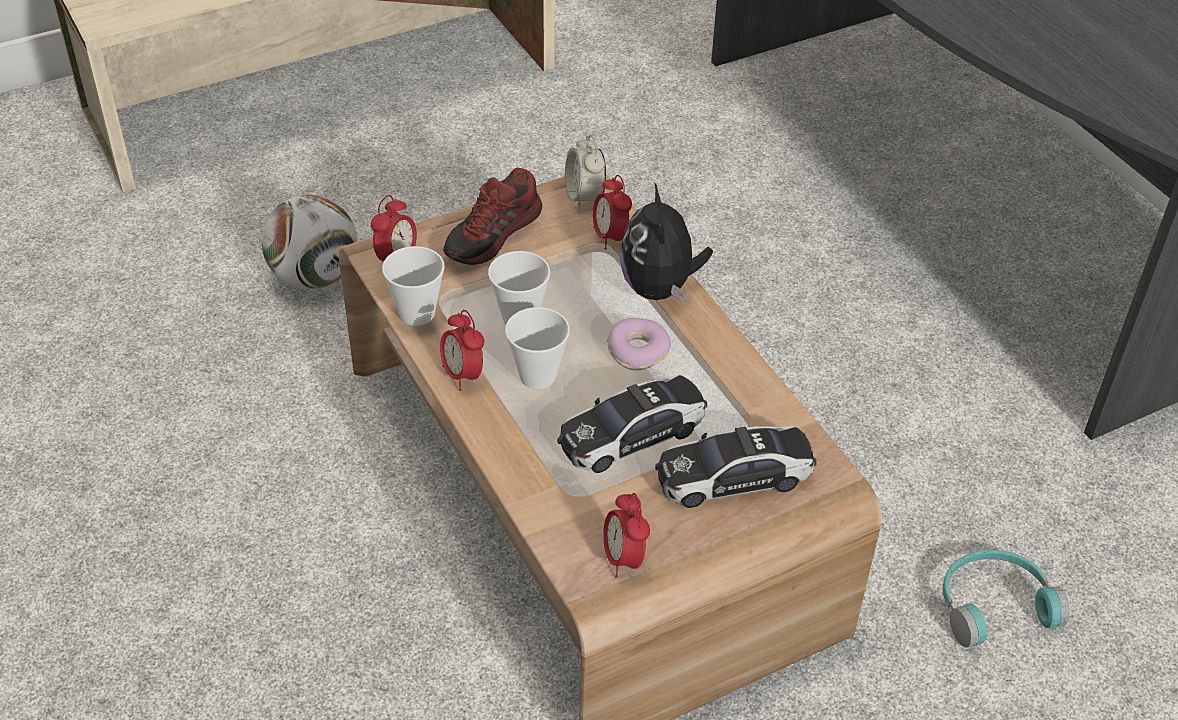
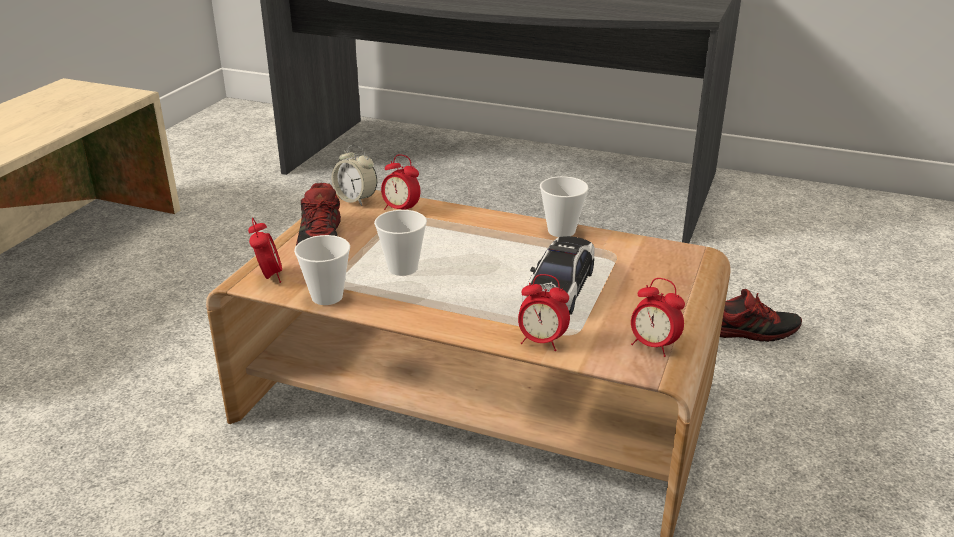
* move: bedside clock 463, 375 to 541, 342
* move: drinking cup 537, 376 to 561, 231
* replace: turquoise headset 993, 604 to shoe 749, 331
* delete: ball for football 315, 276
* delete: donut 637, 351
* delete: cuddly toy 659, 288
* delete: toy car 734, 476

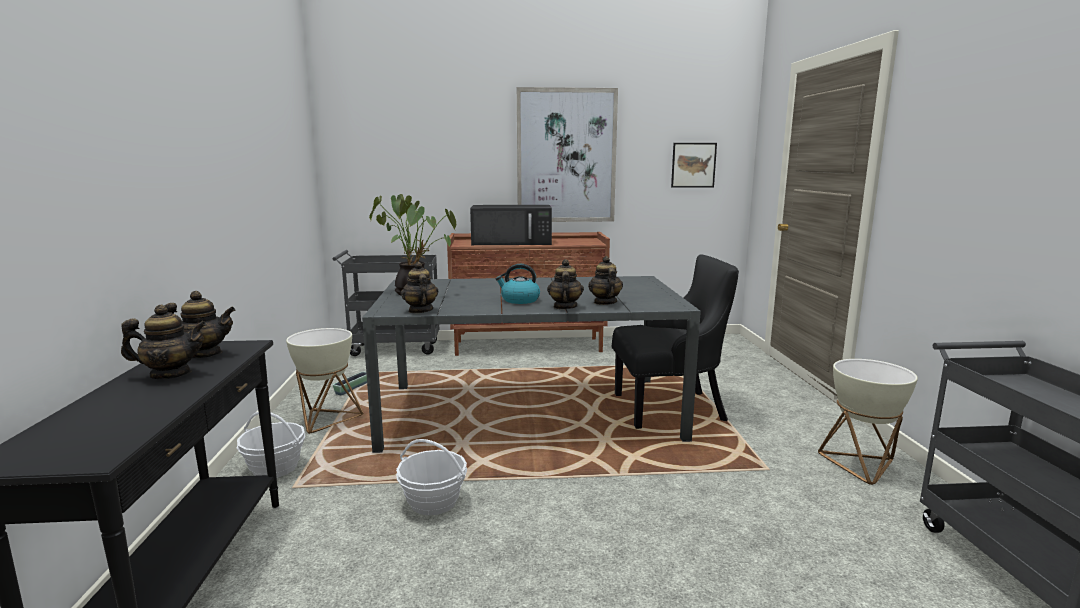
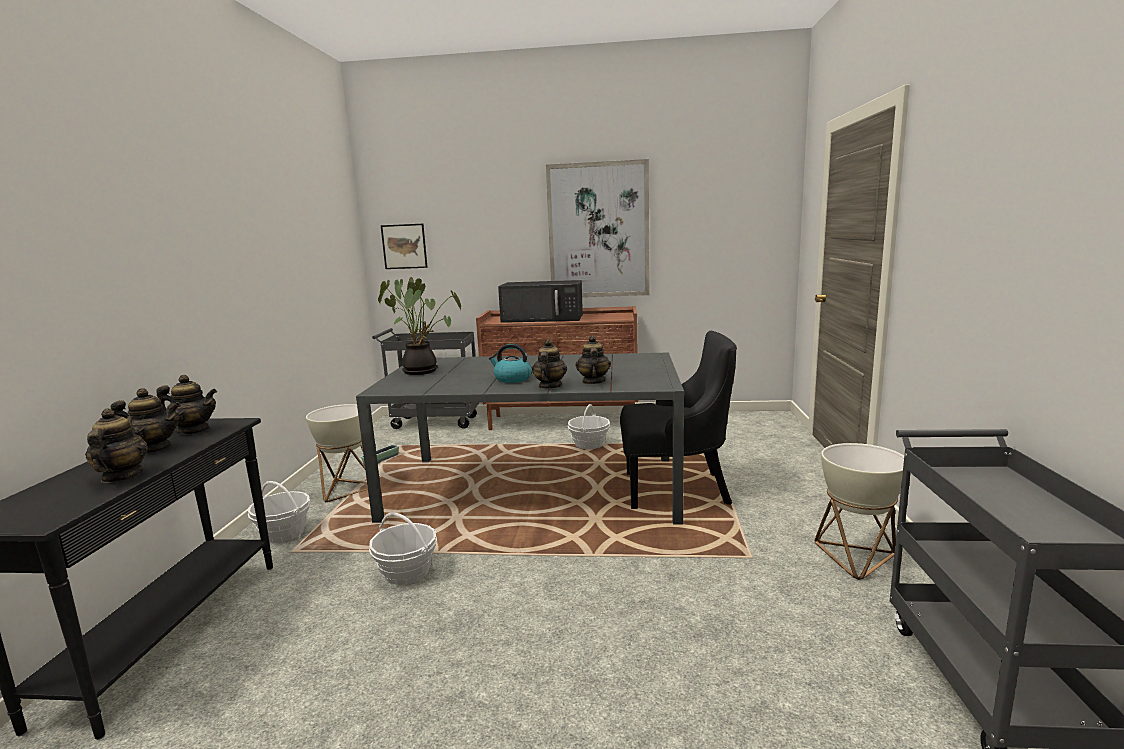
* move: tea pot 420, 310 to 121, 476
* move: wall picture 693, 165 to 404, 246
* insert: storage basket 589, 445

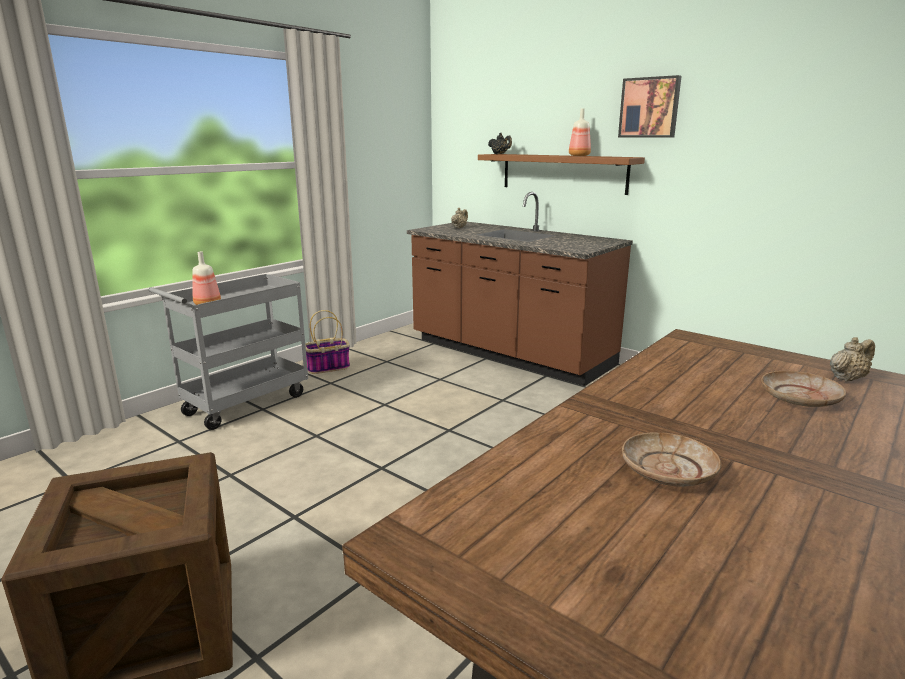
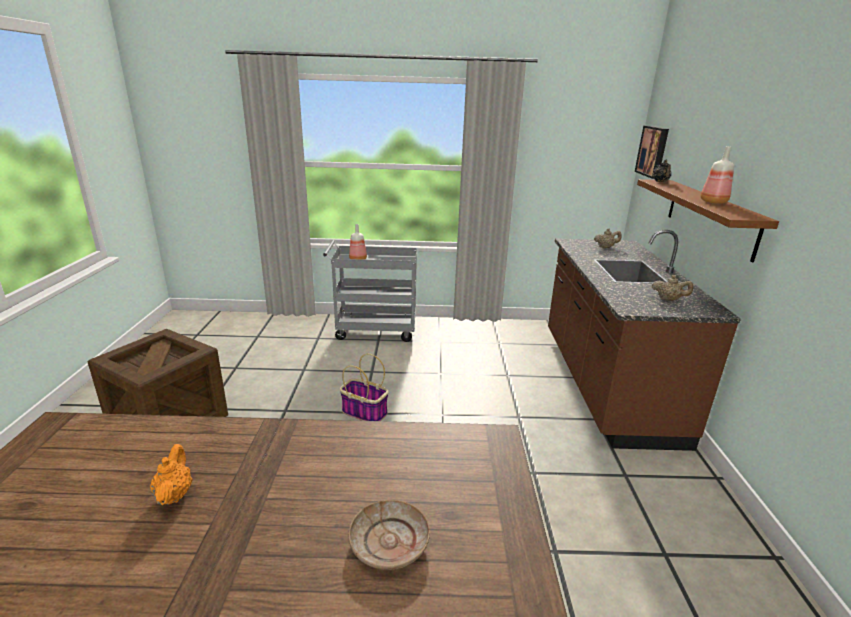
* replace: beige plate 667, 470 to orange tea pot 174, 494
* move: storage basket 327, 368 to 363, 412
* move: wall picture 649, 107 to 653, 151
* move: beige tea pot 847, 378 to 668, 300

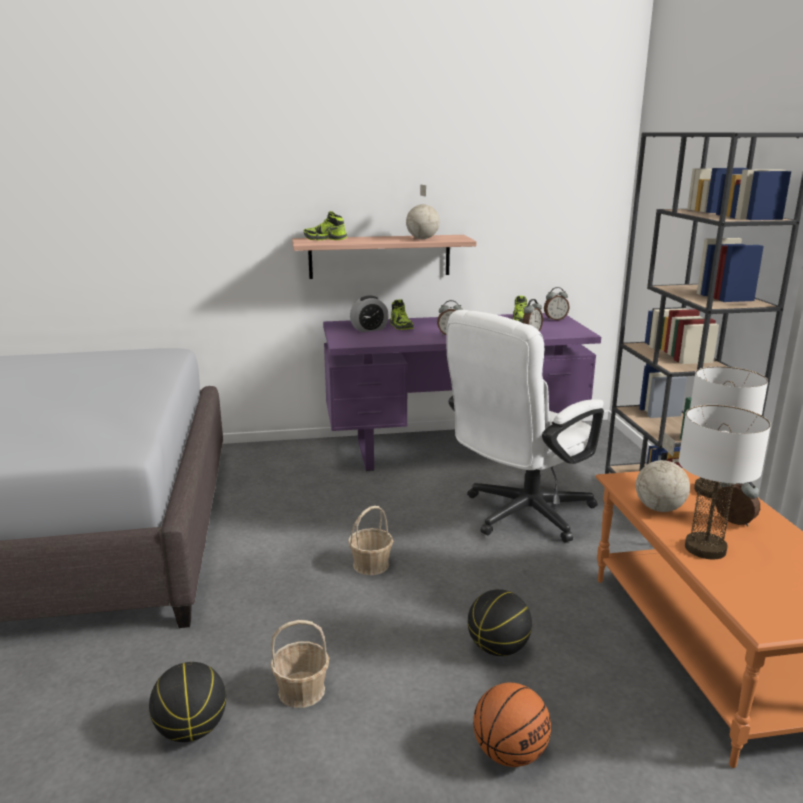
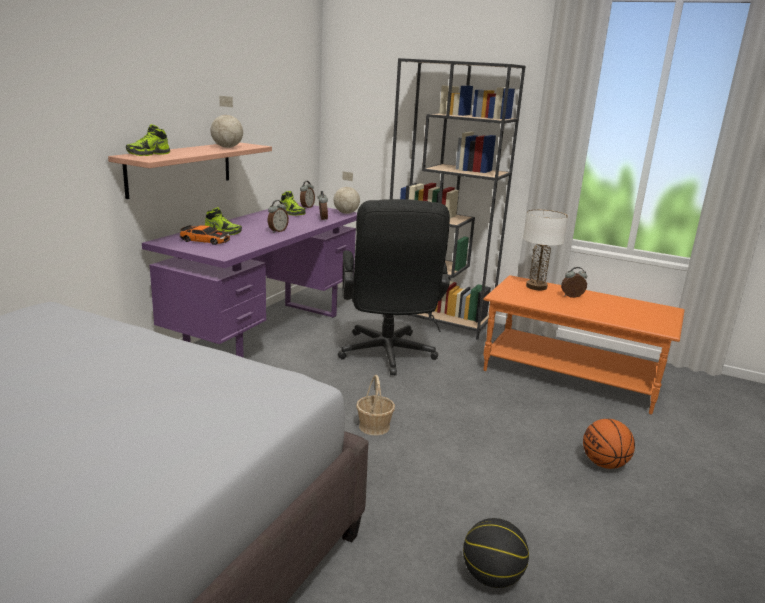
* replace: bedside clock 369, 329 to toy car 205, 240
* move: globe 659, 508 to 346, 213
* recolor: whitish desk chair 519, 515 to blackish desk chair 387, 356
* delete: storage basket 302, 691
* delete: basketball 498, 648
* delete: lamp for a table 706, 549

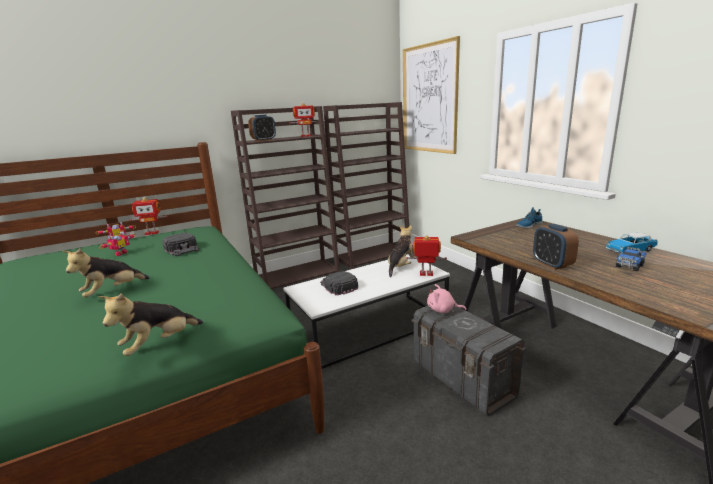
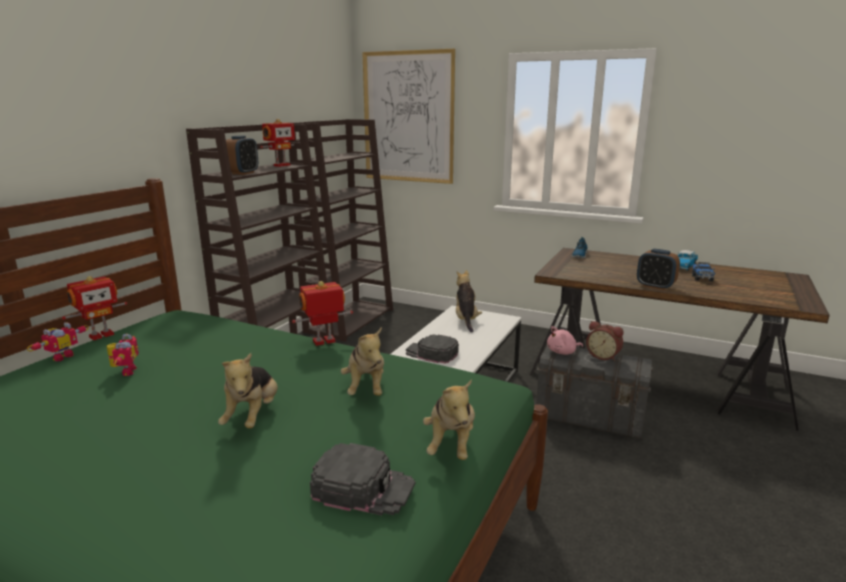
* move: toy robot 426, 274 to 324, 342
* move: blackish cap 182, 249 to 363, 487
* insert: cuddly toy 366, 388
* insert: bedside clock 603, 356

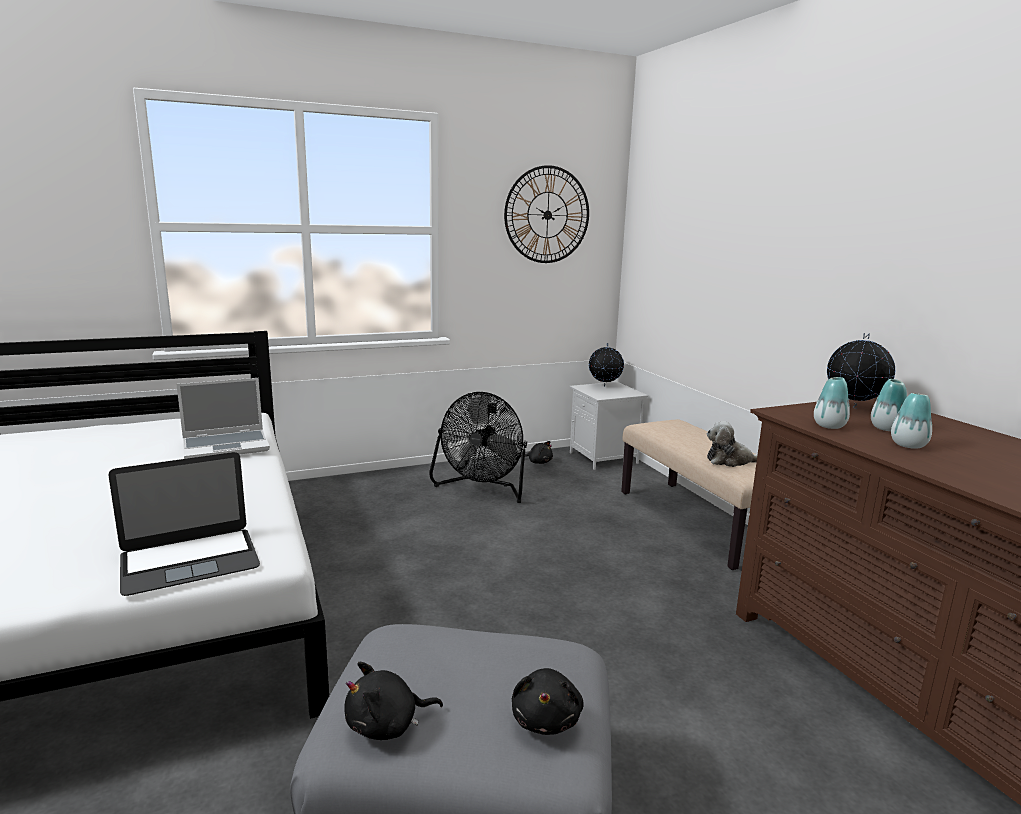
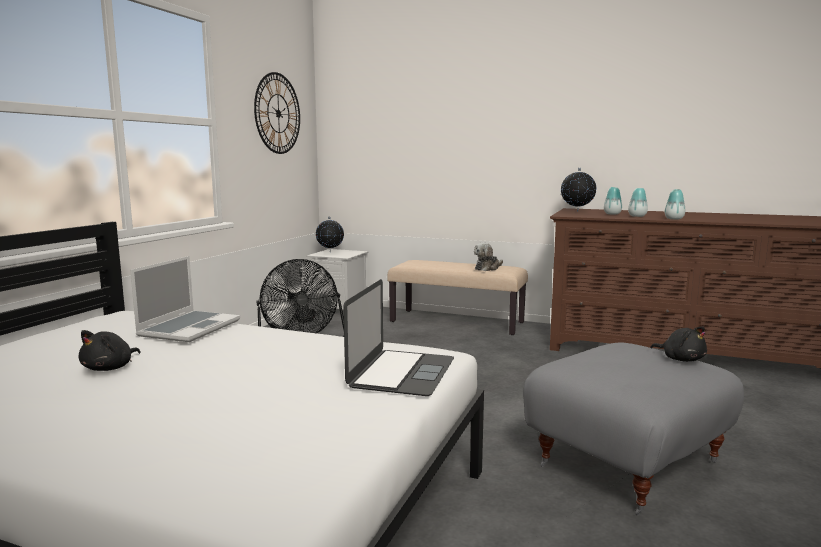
* move: blackish cuddly toy 387, 725 to 110, 368
* move: vase 829, 426 to 674, 219

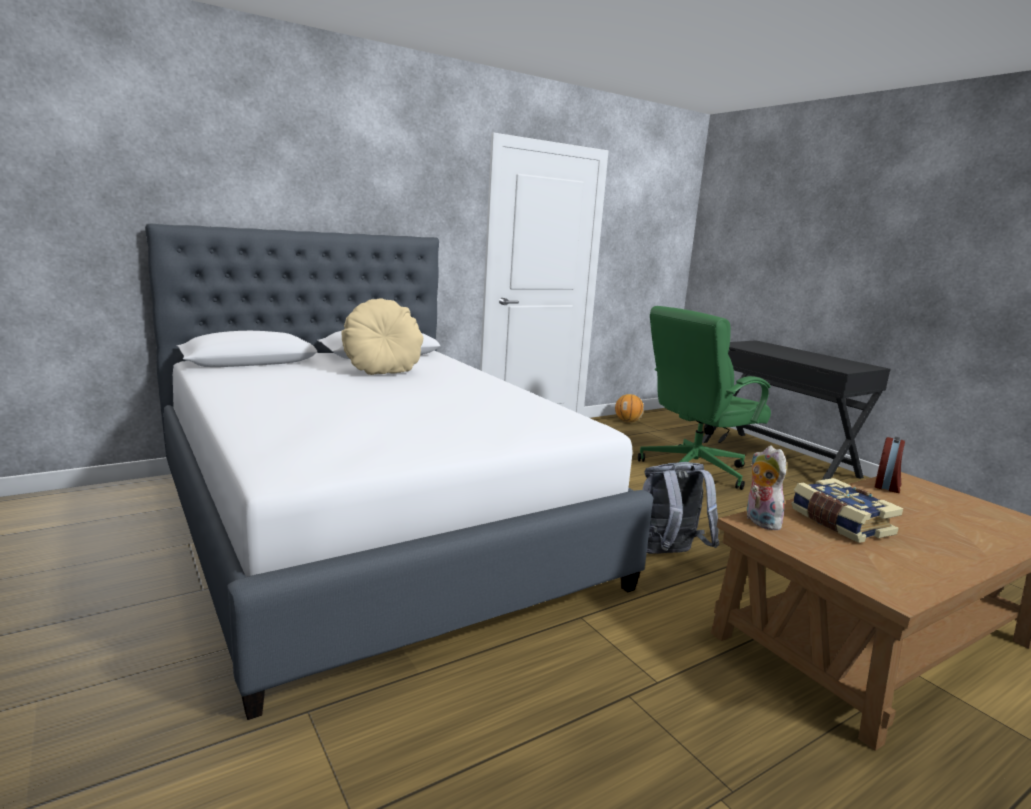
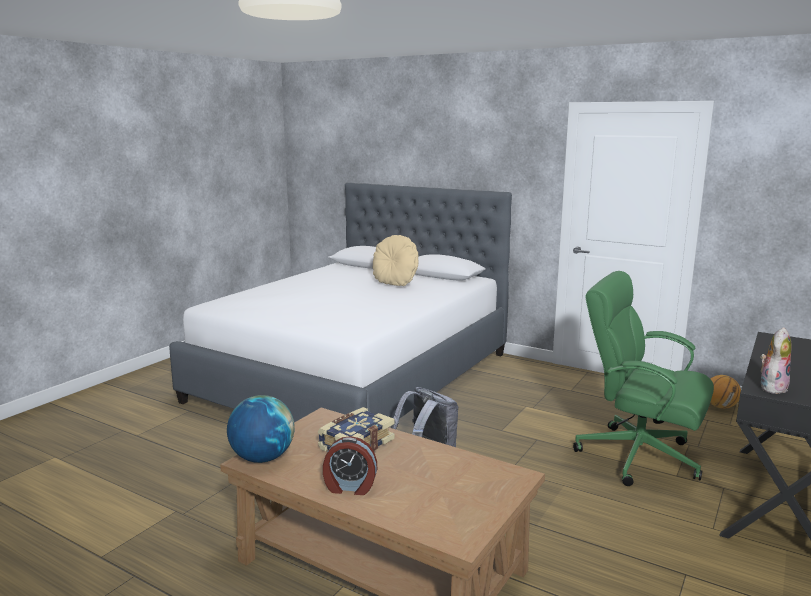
* insert: globe 262, 458
* move: bedside clock 888, 485 to 350, 487
* move: cuddly toy 759, 521 to 772, 387

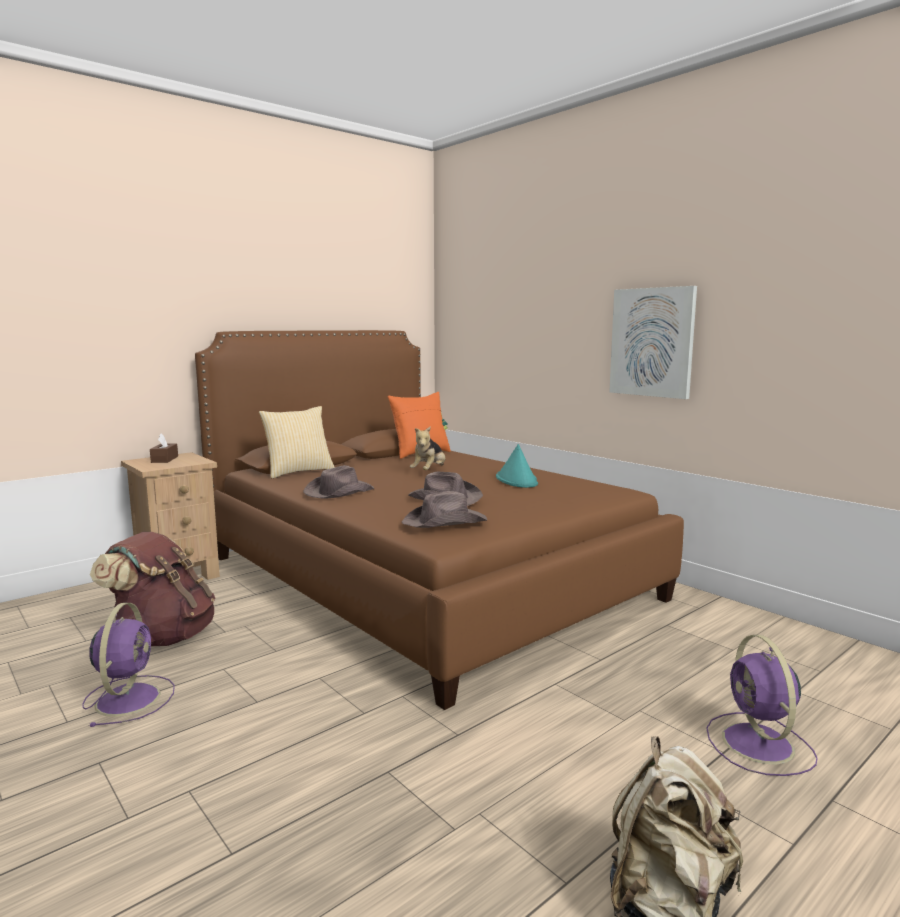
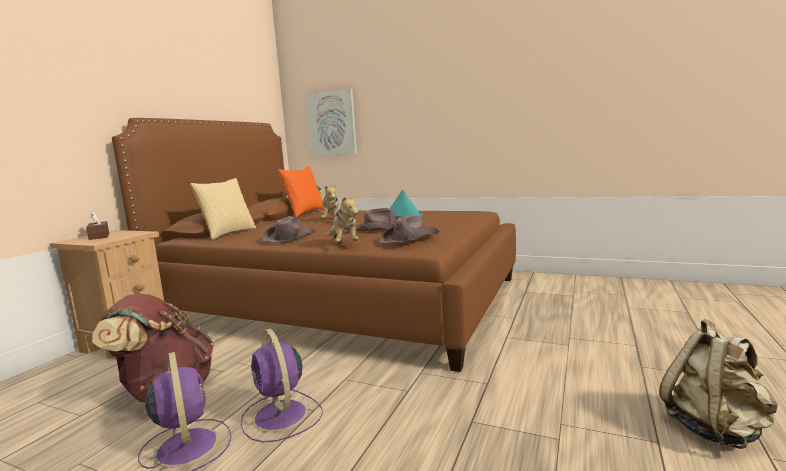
* move: purple electric fan 759, 745 to 281, 417
* move: wall picture 652, 342 to 332, 123
* insert: cuddly toy 344, 244

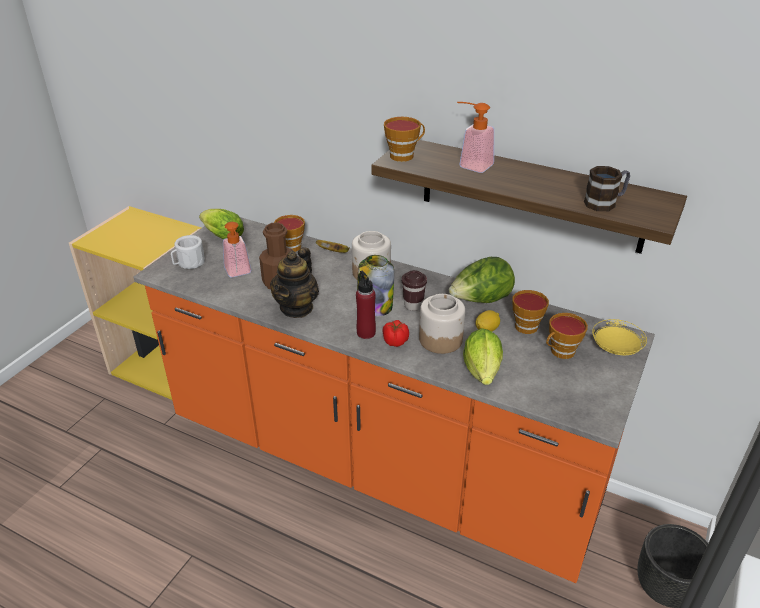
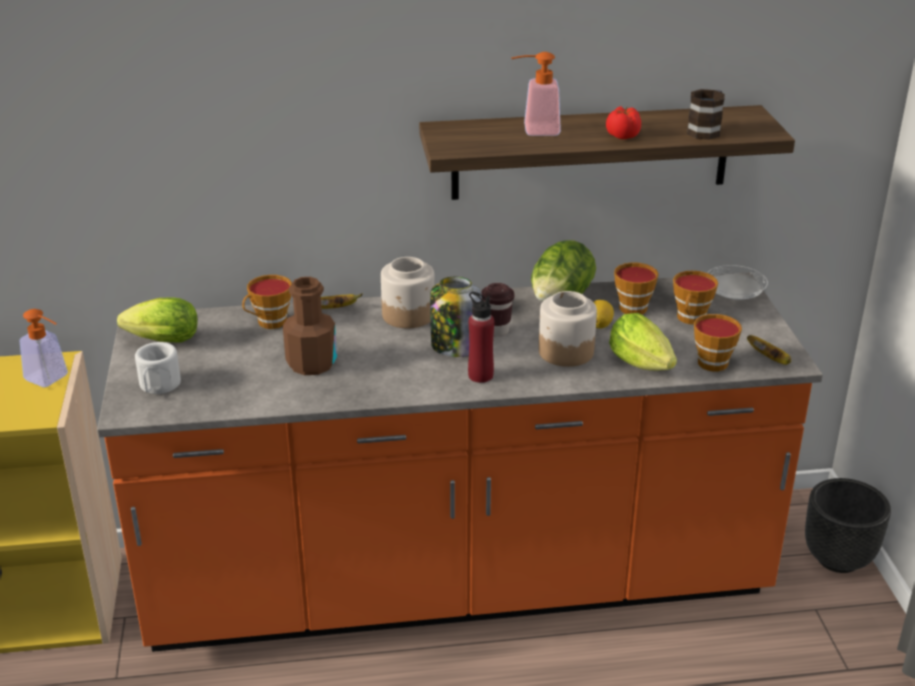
* move: soap bottle 239, 273 to 51, 379
* move: whole tomato 395, 341 to 622, 136
* move: drinking cup 404, 155 to 713, 361
* recolor: yellow-coloured plate 616, 349 to whitish plate 734, 297
* insert: banana 770, 359
* delete: tea pot 297, 308

